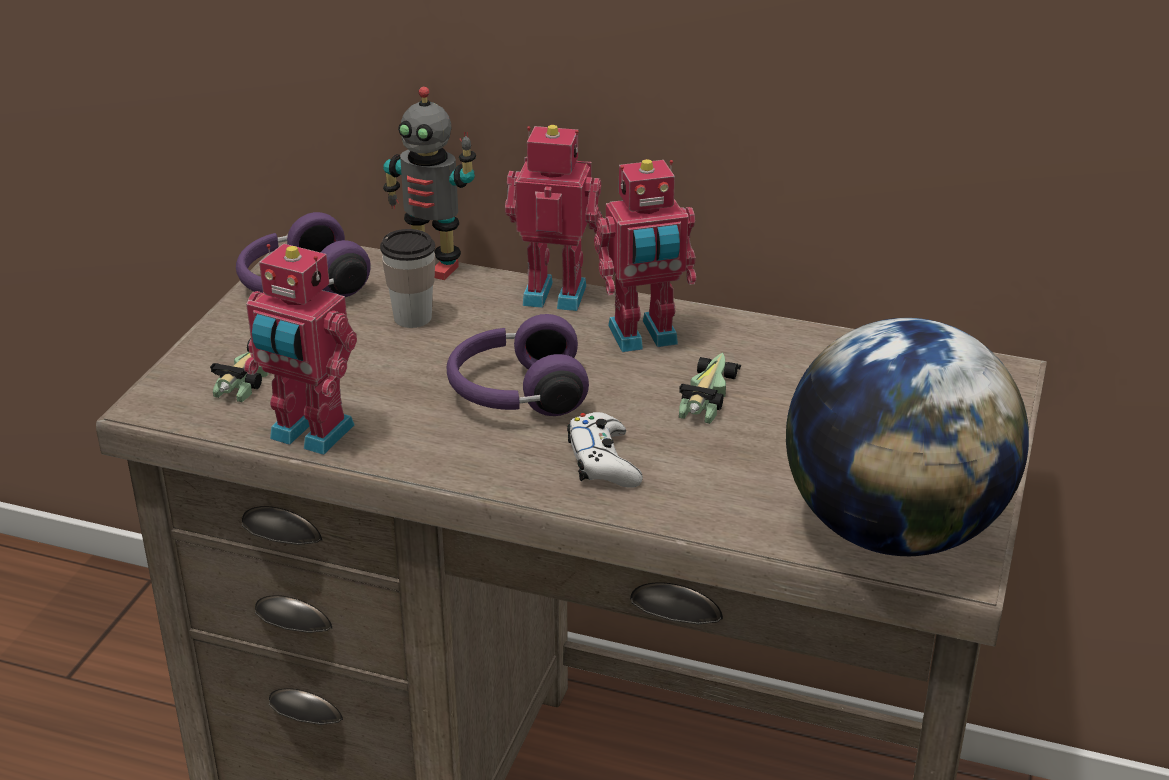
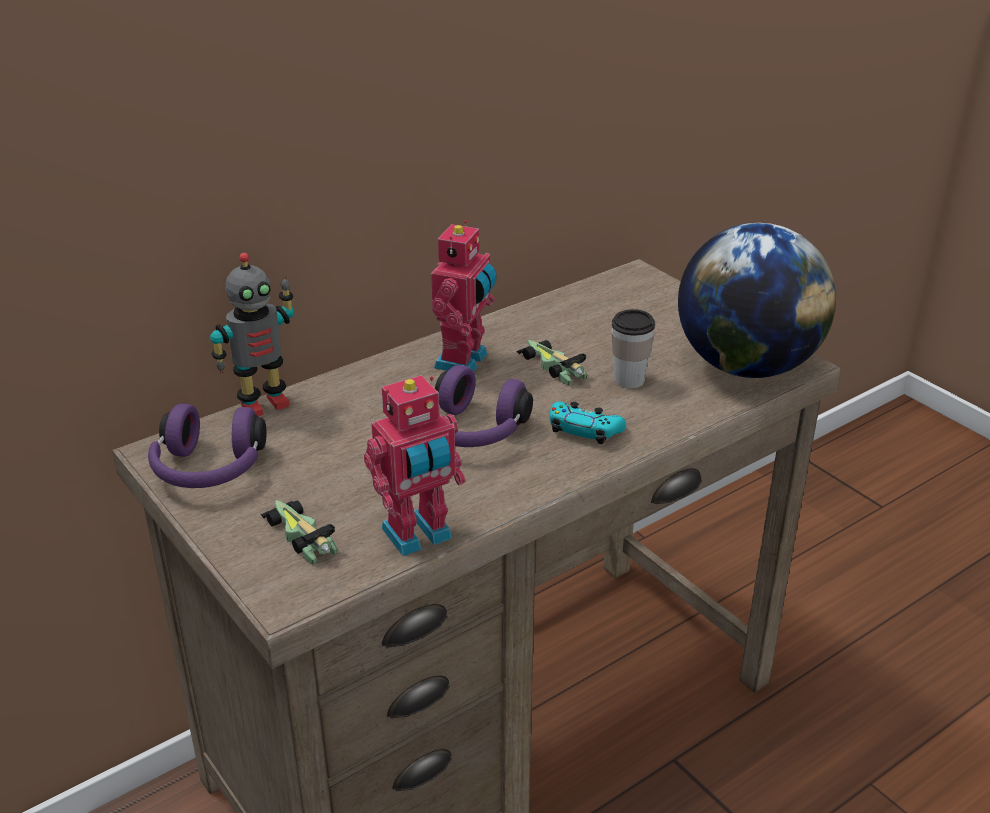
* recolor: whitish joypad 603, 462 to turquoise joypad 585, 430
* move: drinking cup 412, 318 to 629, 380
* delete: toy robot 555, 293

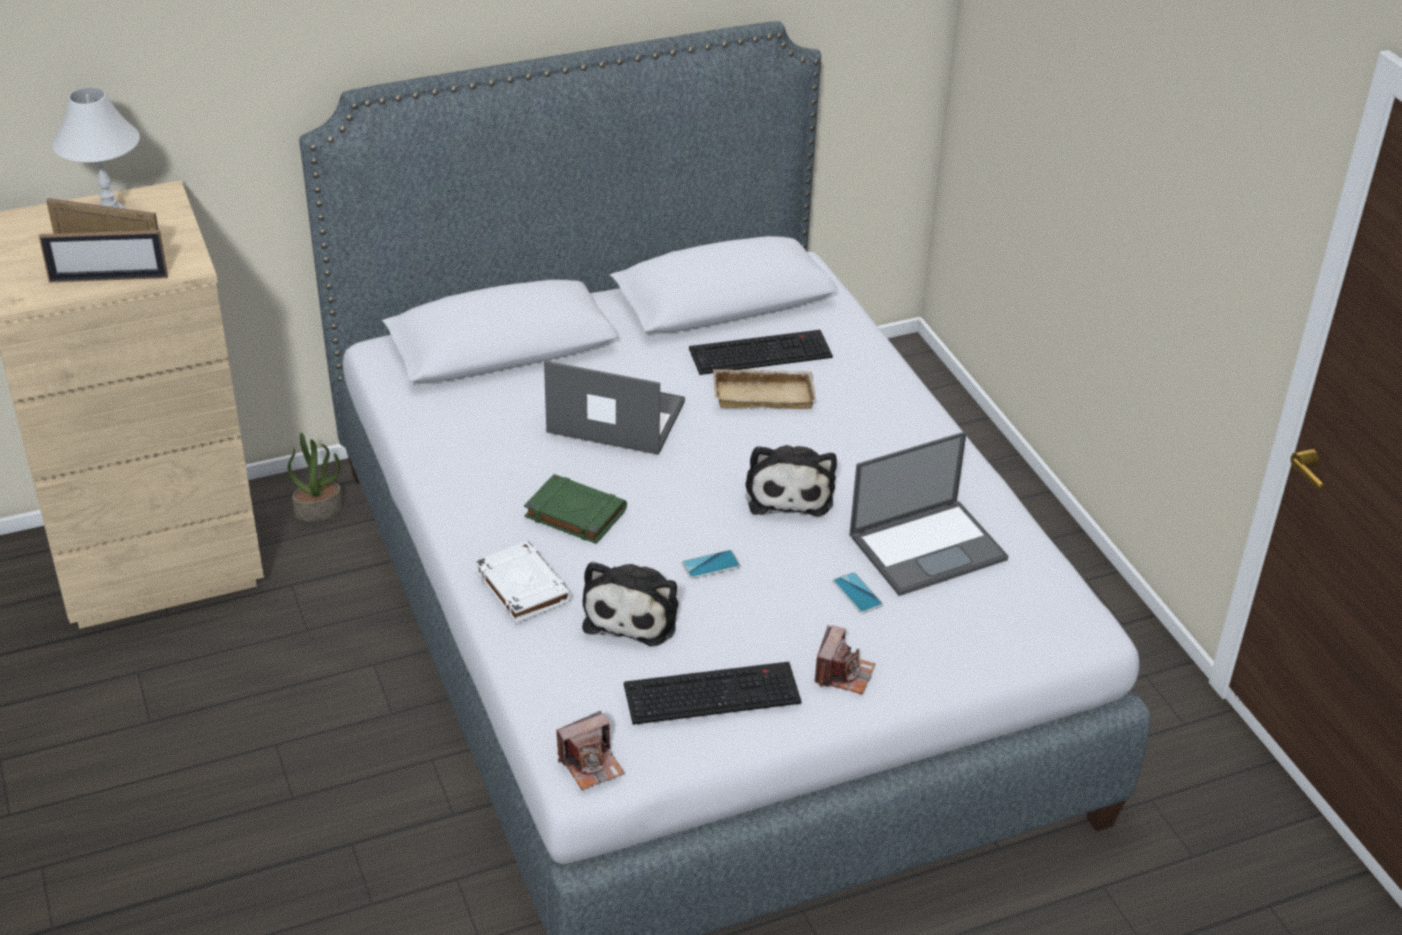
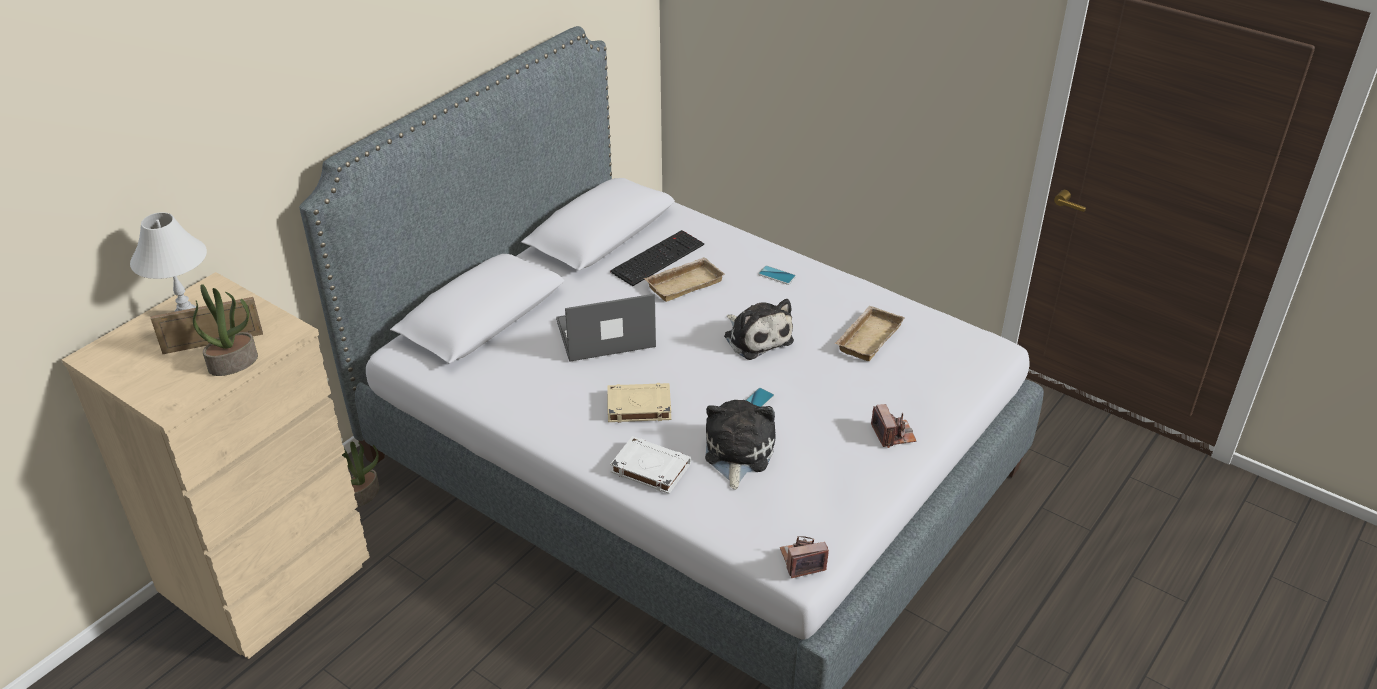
* replace: standing frame 108, 279 to houseplant 233, 362
* recolor: green bound book 574, 514 to beige bound book 638, 406
* rotate: cuddly toy 634, 613 = 737, 453 150 degrees counterclockwise
* move: telephone 857, 593 to 777, 275
* rotate: still camera 591, 764 = 802, 561 135 degrees counterclockwise
* replace: portable computer 929, 546 to beige tray 867, 337
* delete: computer keyboard 713, 692

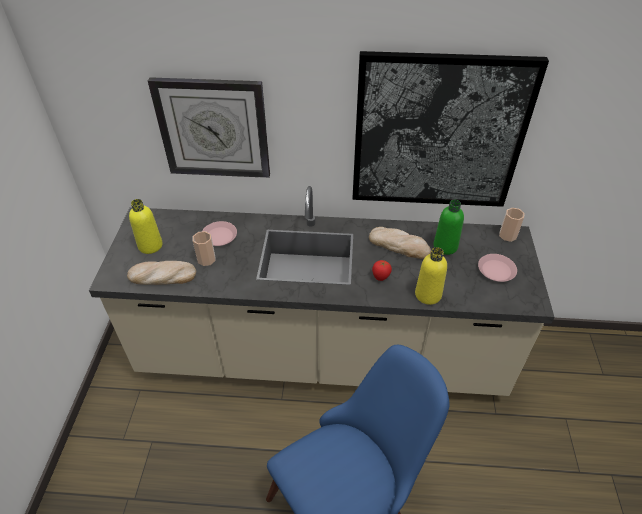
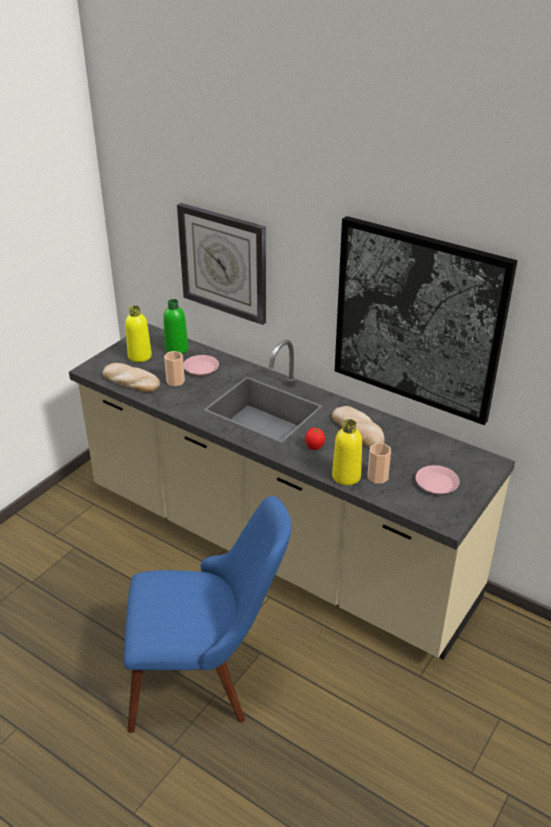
* move: green drink bottle 445, 246 to 176, 349
* move: drinking cup 507, 235 to 377, 477

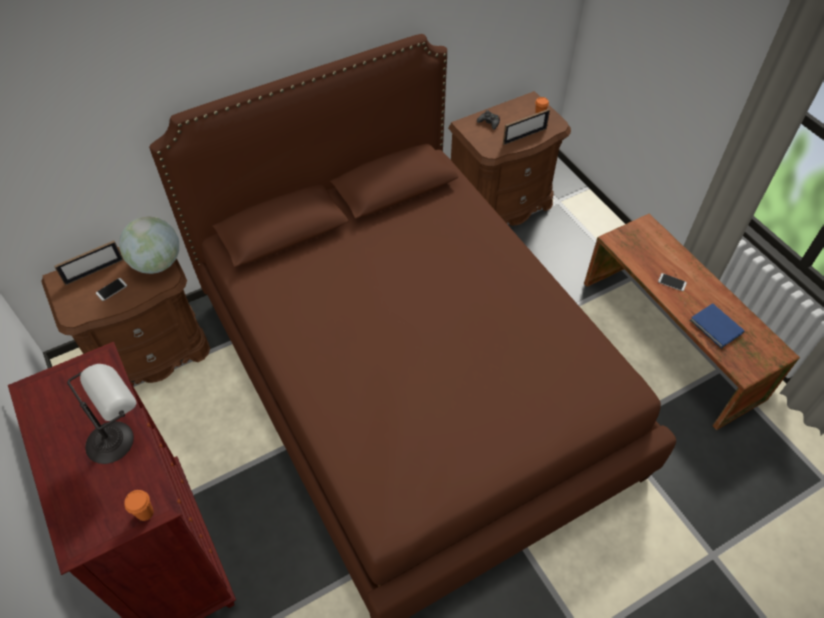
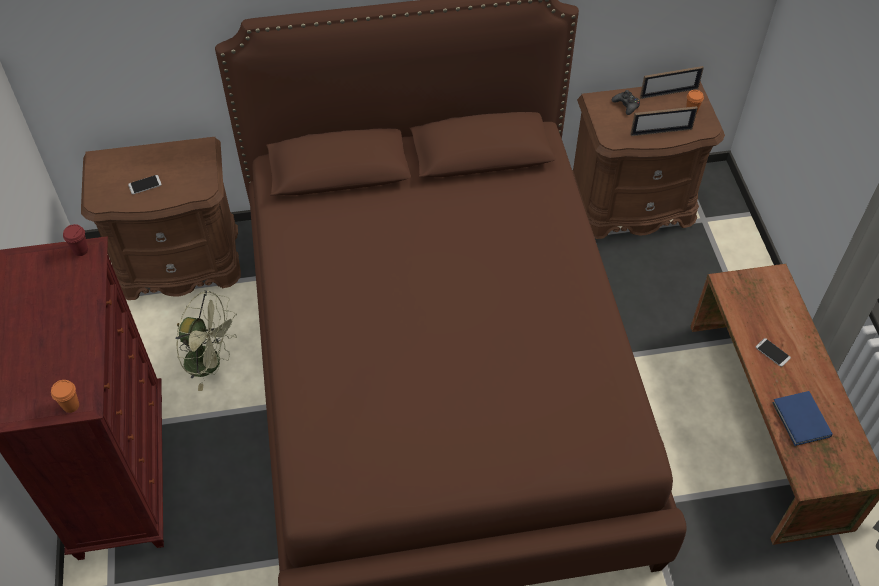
* insert: reddish drinking cup 81, 250
* insert: green electric fan 211, 363
* move: standing frame 94, 271 to 669, 93
* delete: lamp for a table 118, 435
* delete: globe 157, 263

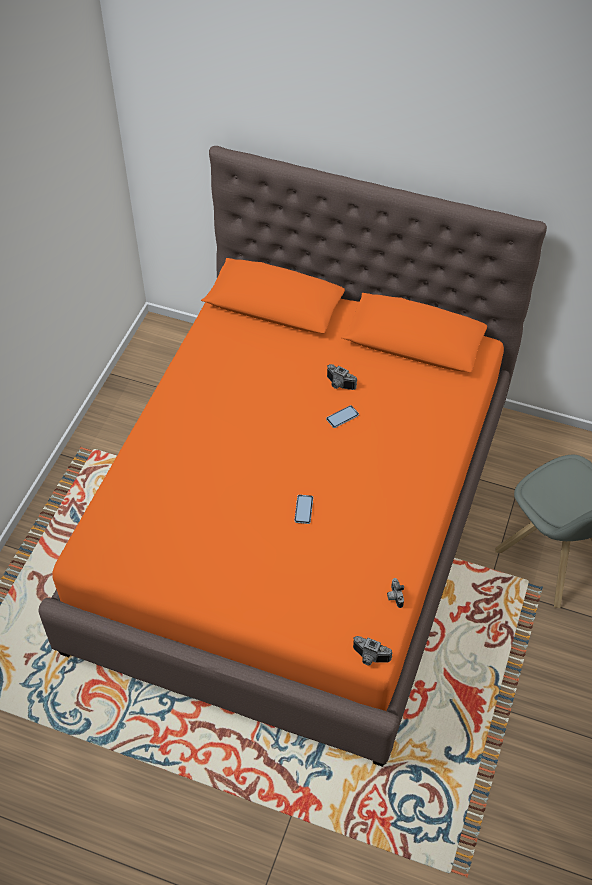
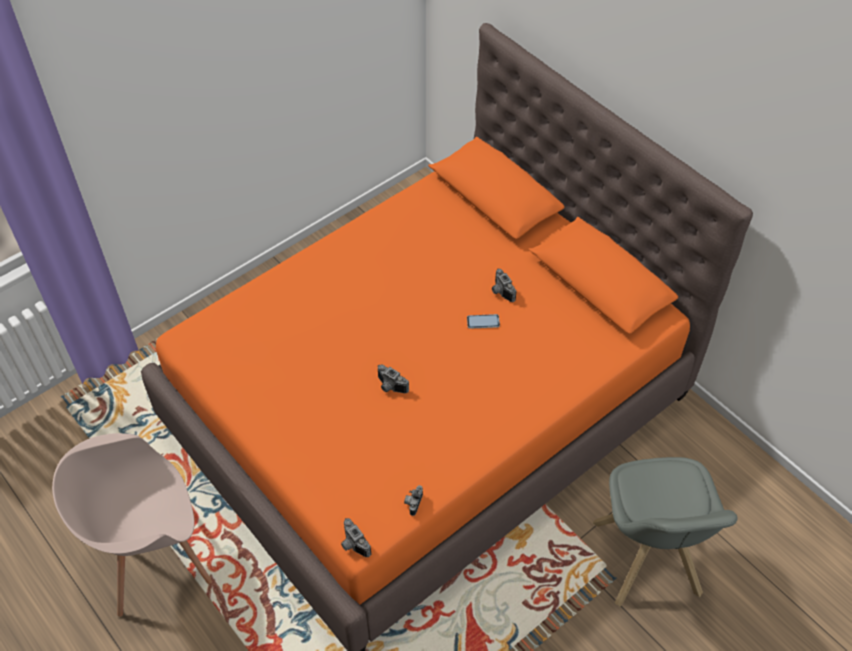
* insert: beige chair 153, 558
* replace: telephone 303, 509 to still camera 390, 387

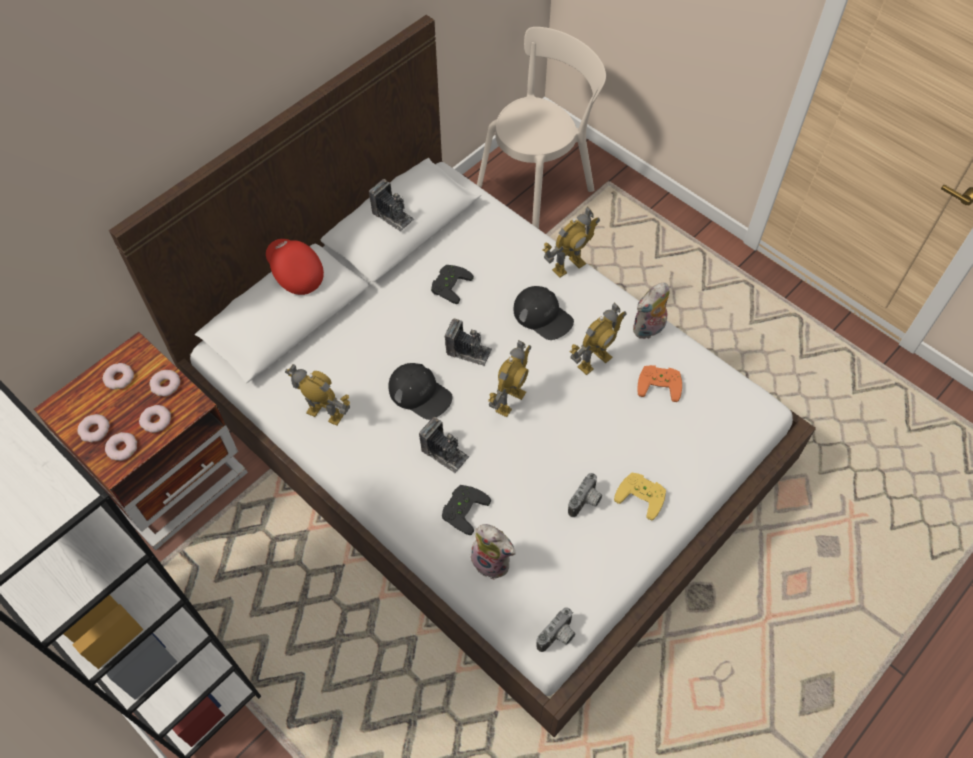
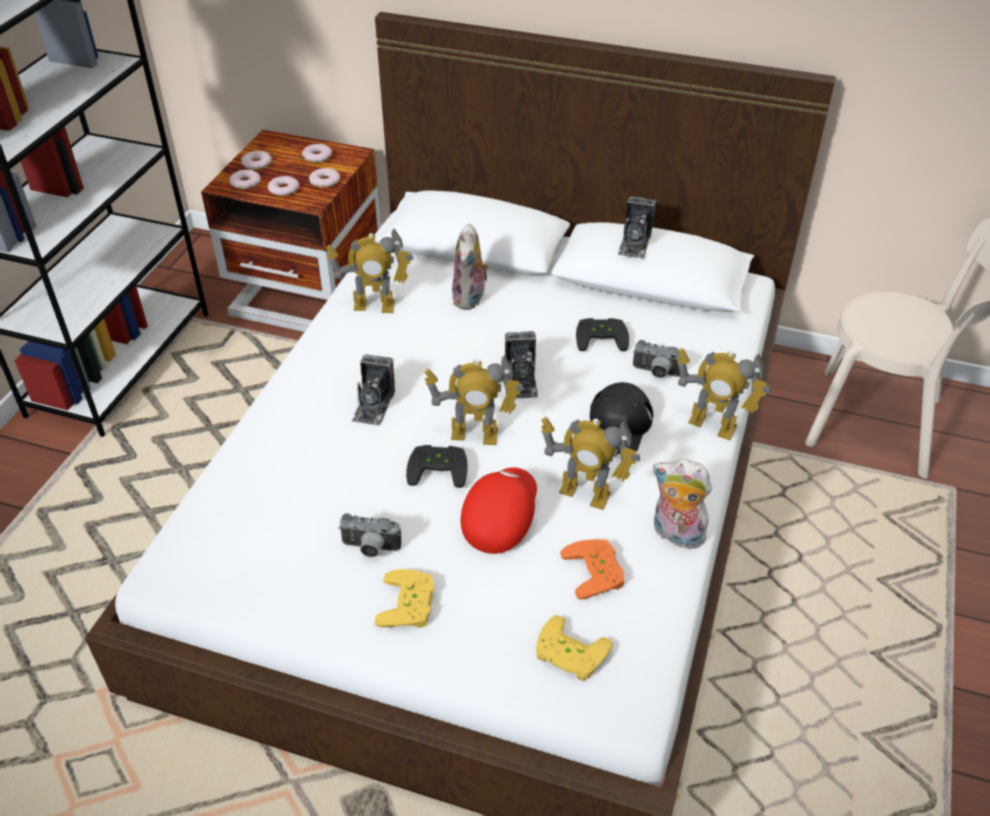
* rotate: toy robot 325, 413 = 374, 306 90 degrees clockwise
* move: blackish joypad 462, 509 to 439, 467
* move: cuddly toy 493, 561 to 471, 299
* move: reddish cap 295, 273 to 499, 519
* insert: yellow-coloured joypad 568, 655
* move: still camera 558, 637 to 656, 373
* delete: blackish cap 420, 393

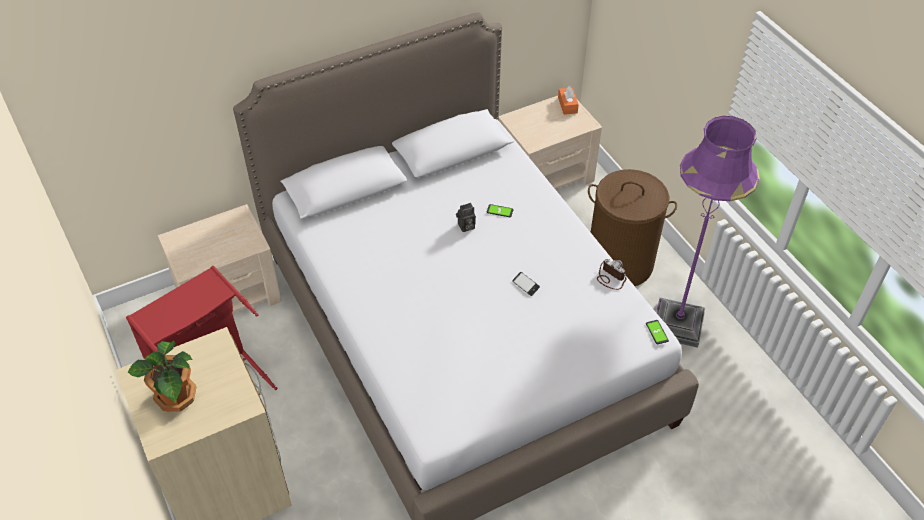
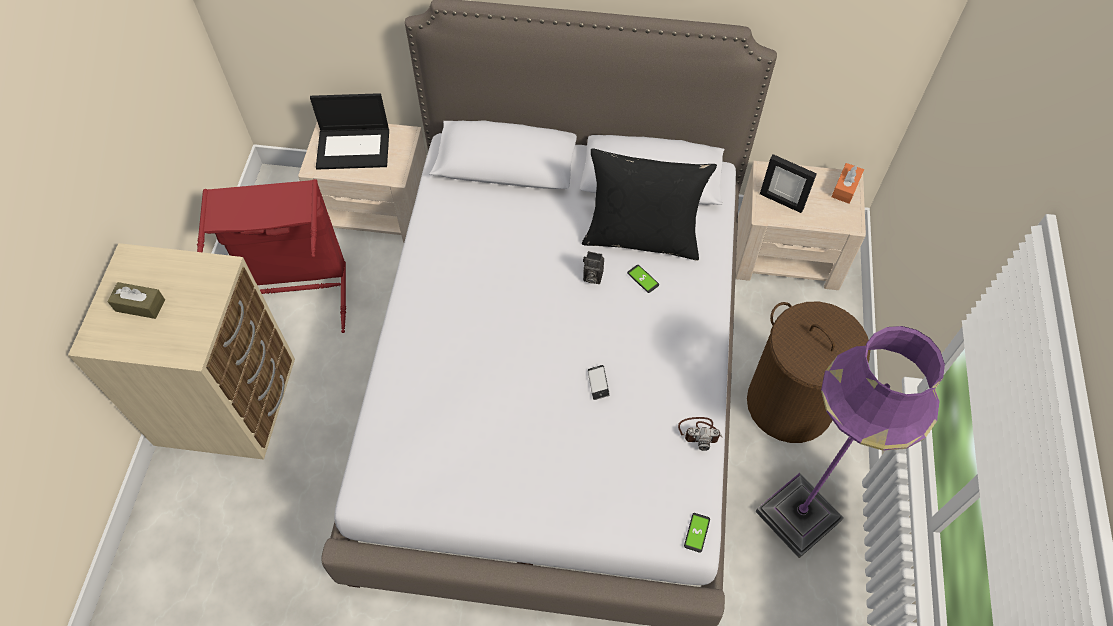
* replace: houseplant 175, 398 to brown tissue holder 140, 305
* insert: portable computer 354, 148
* insert: blackish pillow 642, 236
* rotate: still camera 610, 277 = 699, 432 105 degrees clockwise
* insert: standing frame 781, 200

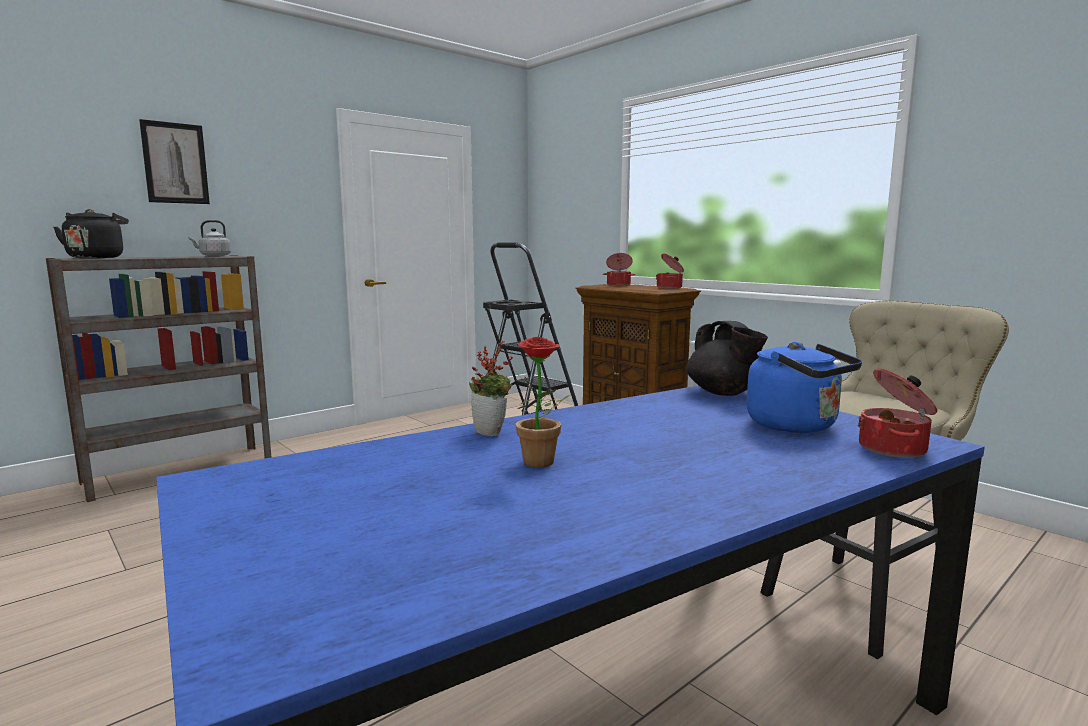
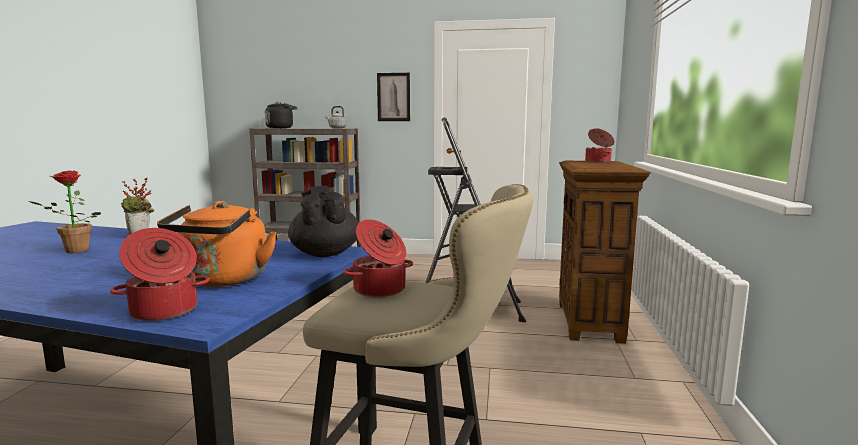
* recolor: bluish tea kettle 797, 426 to orange tea kettle 223, 281
* rotate: blackish tea pot 724, 393 = 325, 253 135 degrees clockwise
* move: stockpot 670, 287 to 380, 290
* move: wall picture 175, 163 to 393, 97

